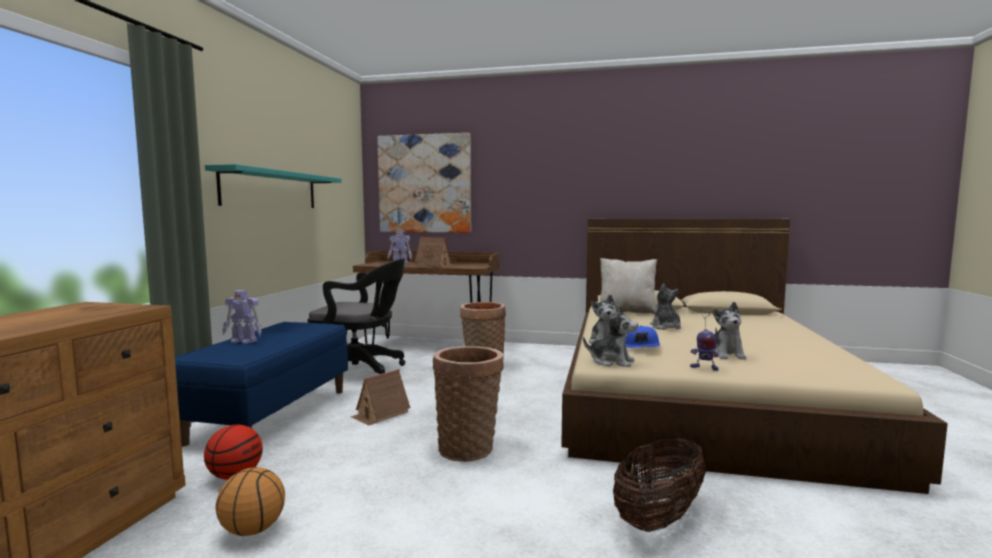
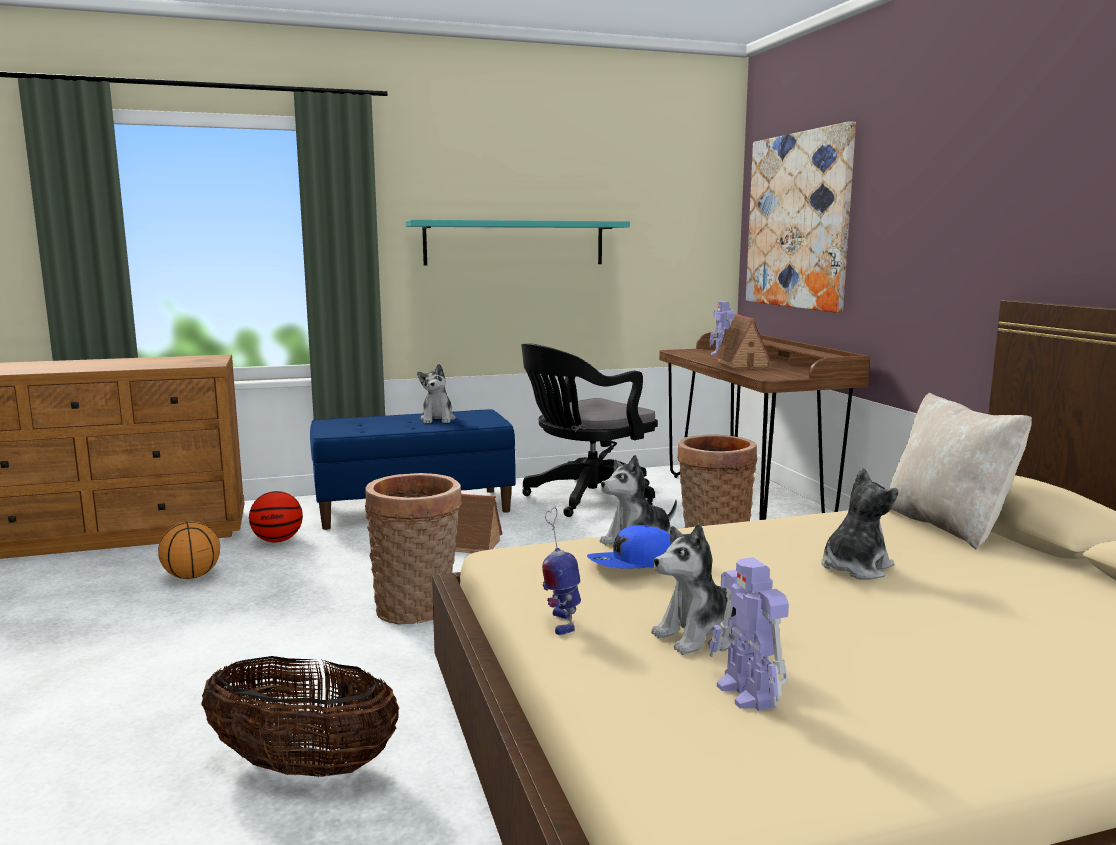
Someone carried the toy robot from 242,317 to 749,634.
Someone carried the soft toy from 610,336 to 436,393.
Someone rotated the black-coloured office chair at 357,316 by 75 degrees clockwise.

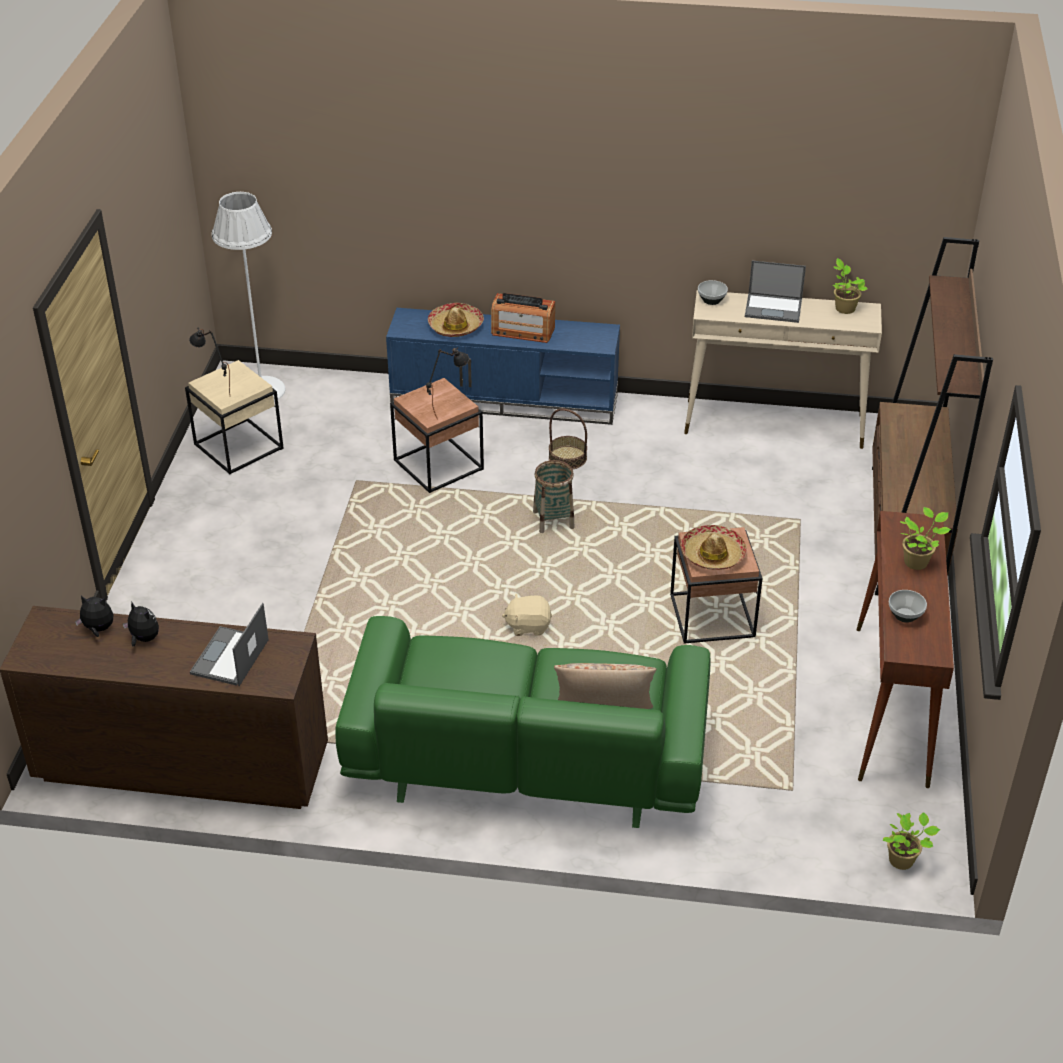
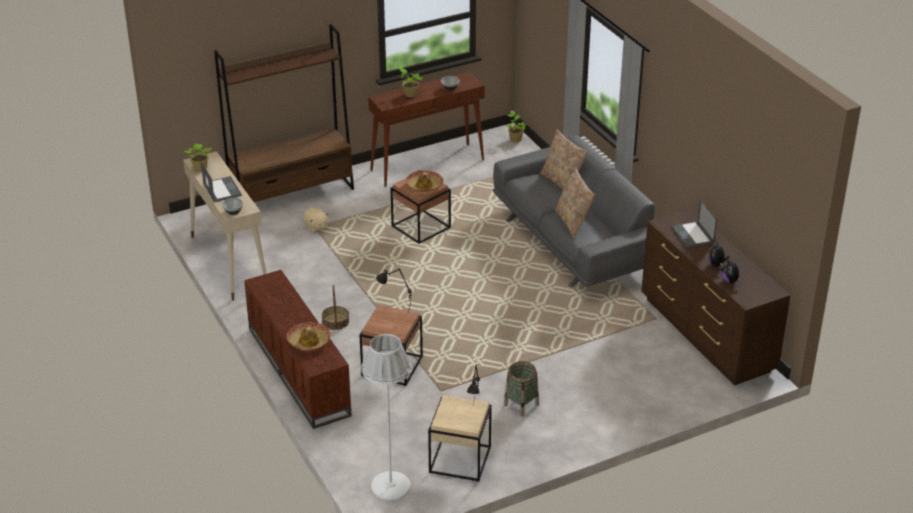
Someone took away the radio receiver at 523,318.
Someone put down the beige throw pillow at 575,202.
Someone carried the beige soft toy from 527,614 to 316,220.
Someone carried the basket from 553,496 to 521,388.
Someone repainted the green-coloured settee at 522,722, which became the grey settee at 574,211.
Someone repainted the blue media console at 503,366, which became the brown media console at 298,349.
Someone rotated the notebook computer at 229,644 by 90 degrees clockwise.

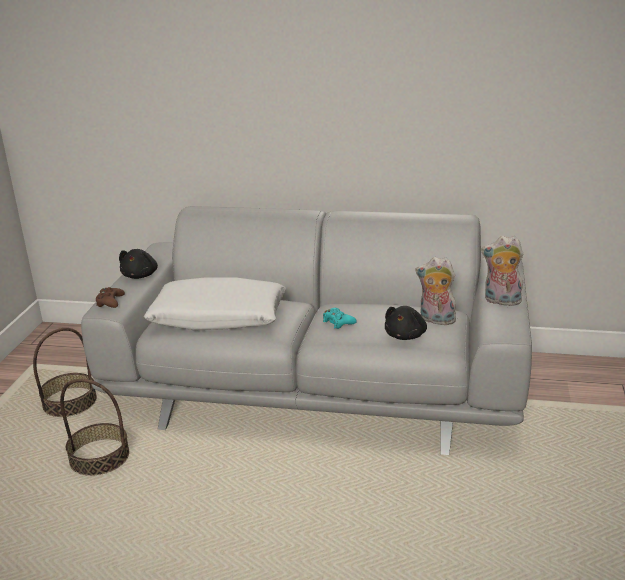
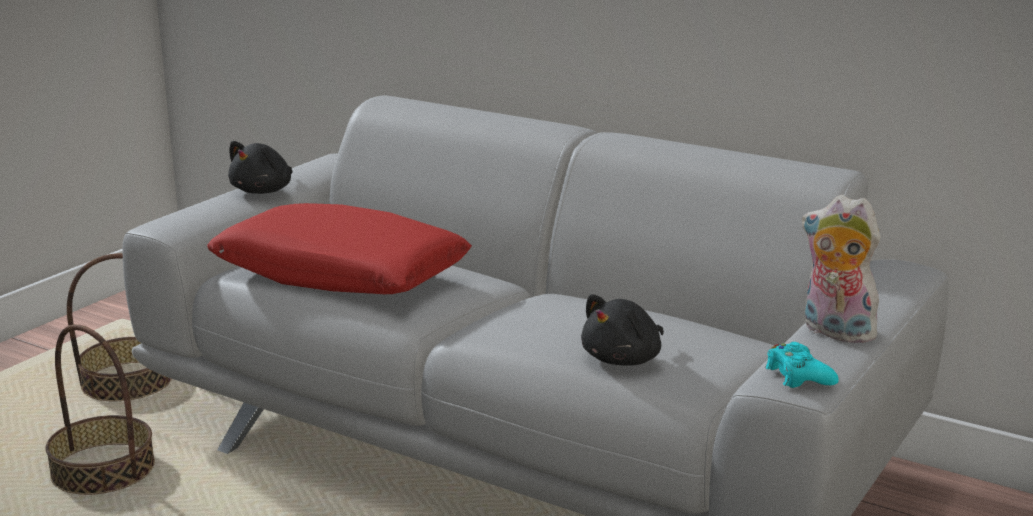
Someone took away the brown game controller at 110,297.
Someone took away the soft toy at 435,291.
Someone carried the turquoise game controller from 340,318 to 802,365.
Someone repainted the whitish throw pillow at 215,304, which became the red throw pillow at 339,248.

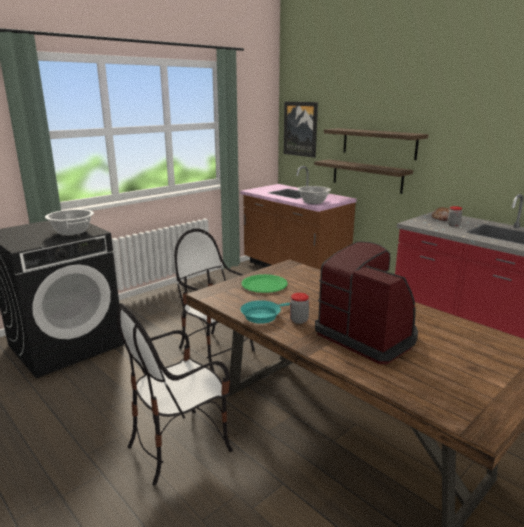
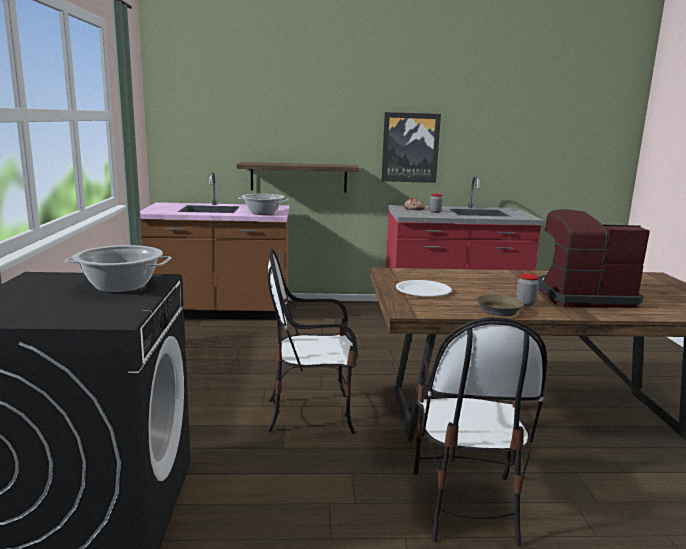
Someone took away the bracket shelf at 376,144.
Someone carried the wall art from 301,130 to 411,147.
Someone repainted the turquoise frying pan at 265,312, which became the brown frying pan at 500,303.
Someone repainted the green-coloured plate at 264,283, which became the whitish plate at 424,288.

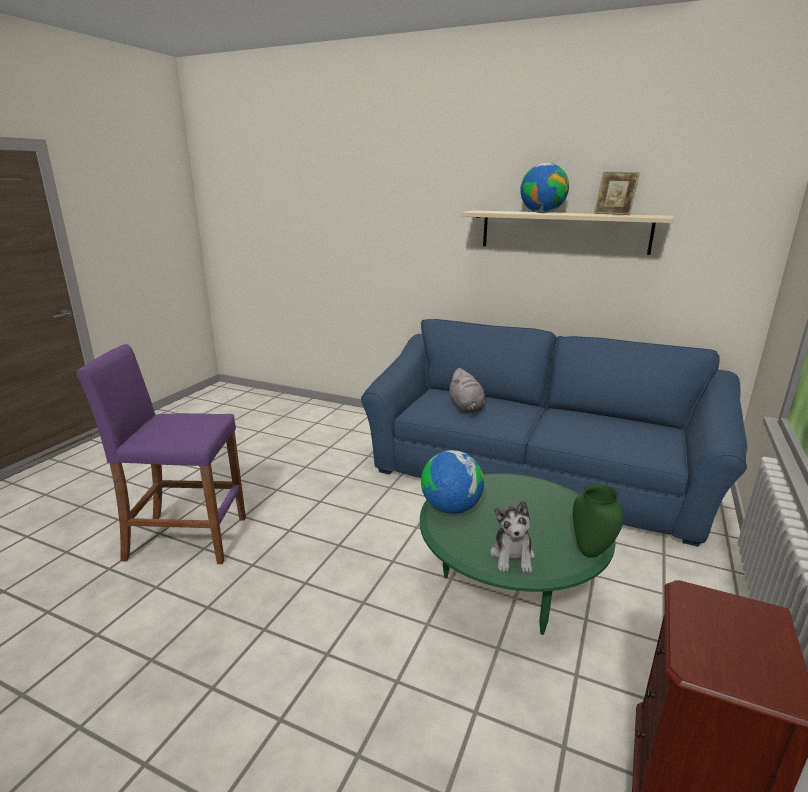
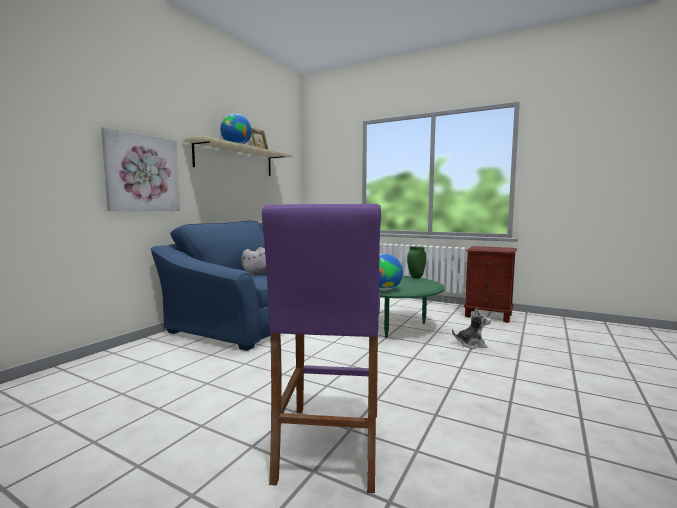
Someone put up the wall art at 140,169.
Someone carried the soft toy from 512,536 to 471,328.

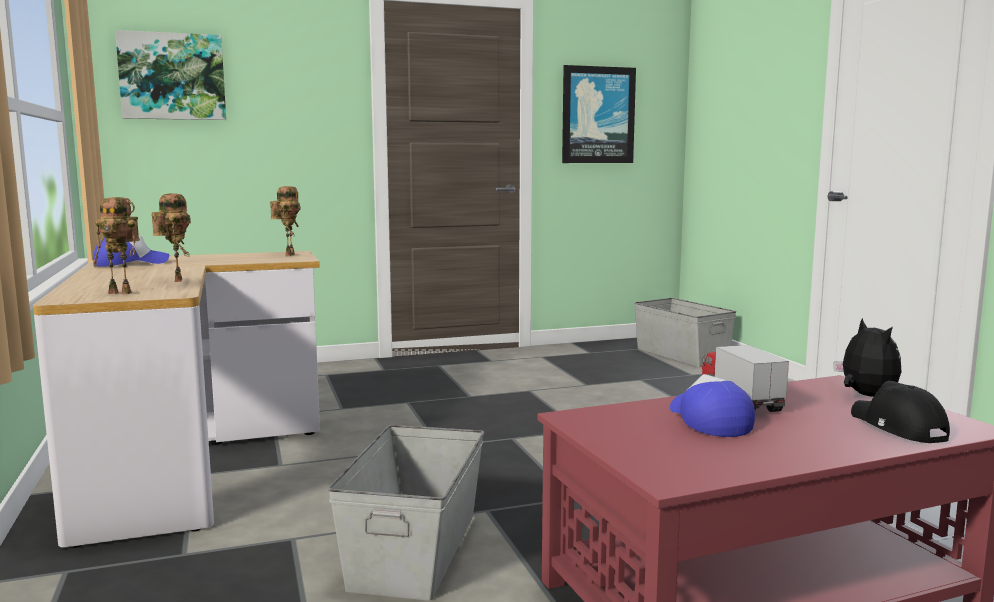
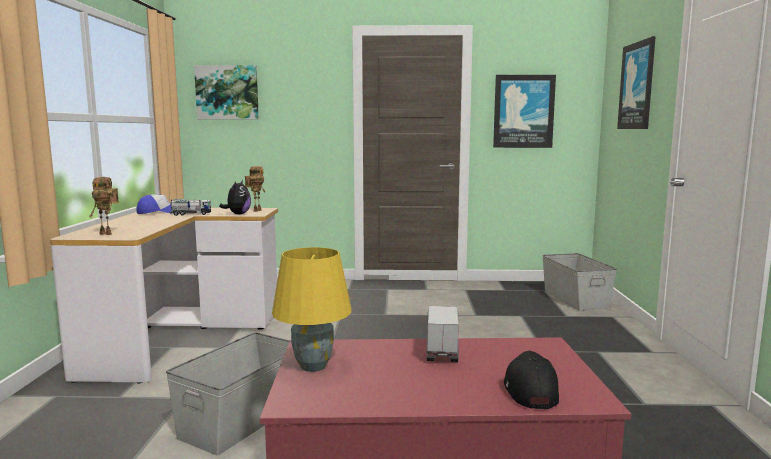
Someone took away the toy robot at 171,237.
Someone took away the cap at 712,405.
Someone put down the toy truck at 190,207.
Someone put down the yellowish lamp for a table at 312,309.
Someone put up the wall art at 636,82.
Someone carried the soft toy from 868,357 to 235,197.

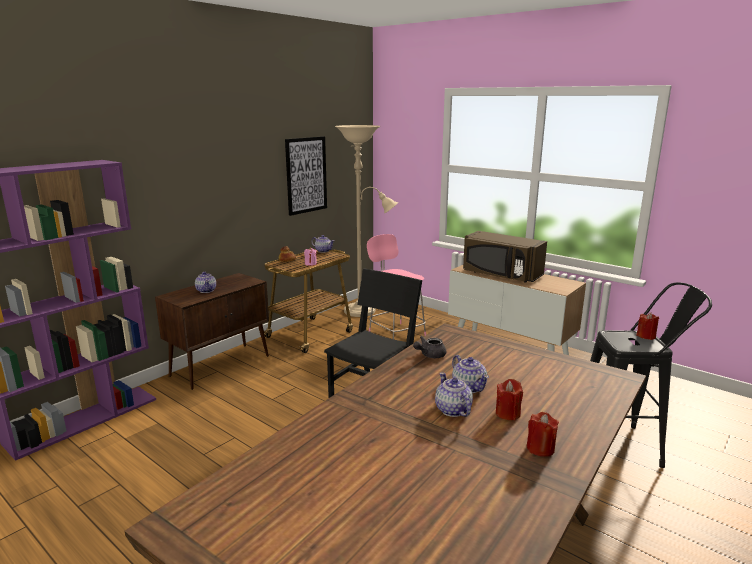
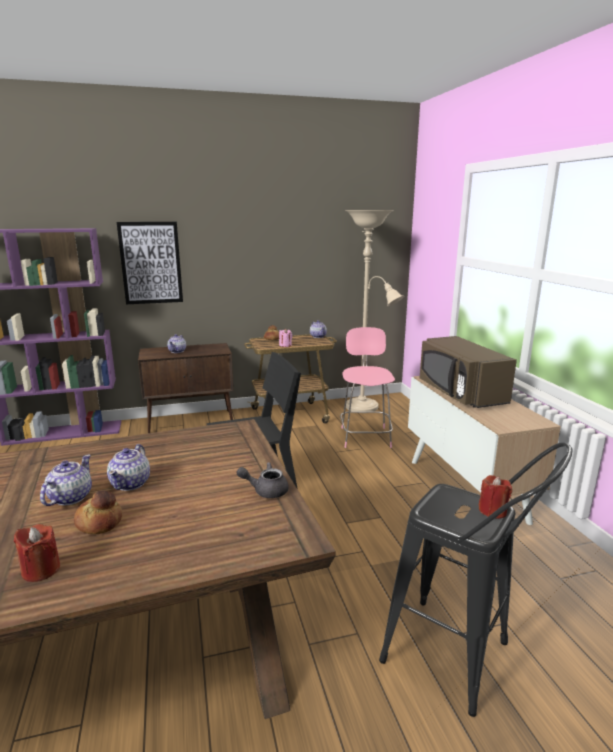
Someone carried the wall art from 306,176 to 150,263.
Someone carried the grey teapot from 429,347 to 263,480.
Someone swapped the red wax candle at 509,399 for the bakery bread at 98,512.

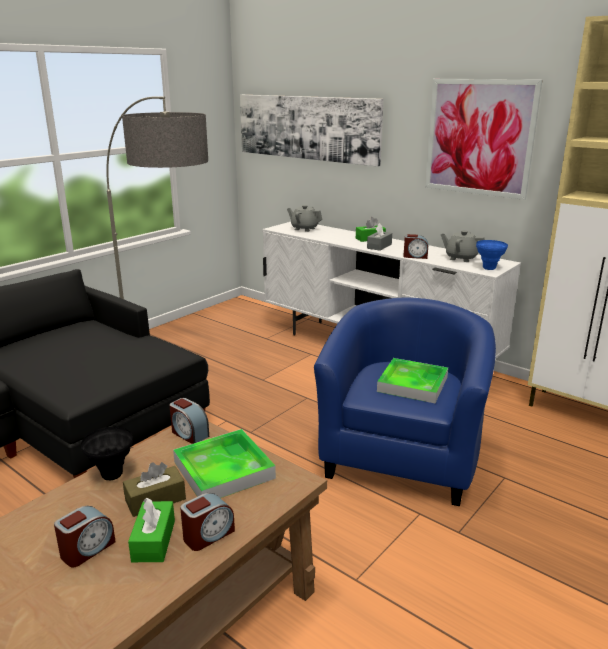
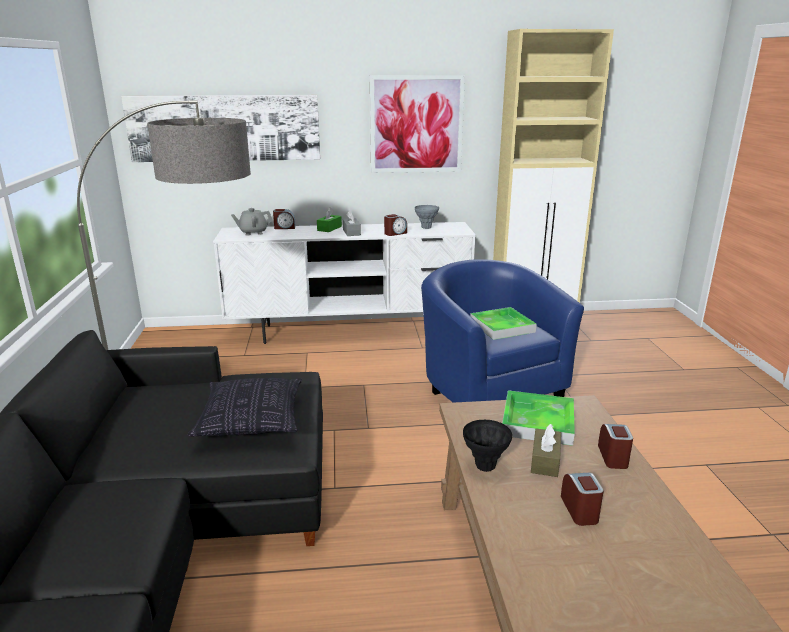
Someone took away the green-coloured tissue holder at 151,530.
Someone took away the blue vase at 492,255.
Someone put down the throw pillow at 245,407.
Someone carried the bedside clock from 189,421 to 284,219.
Someone swapped the grey teapot at 463,246 for the grey vase at 427,217.

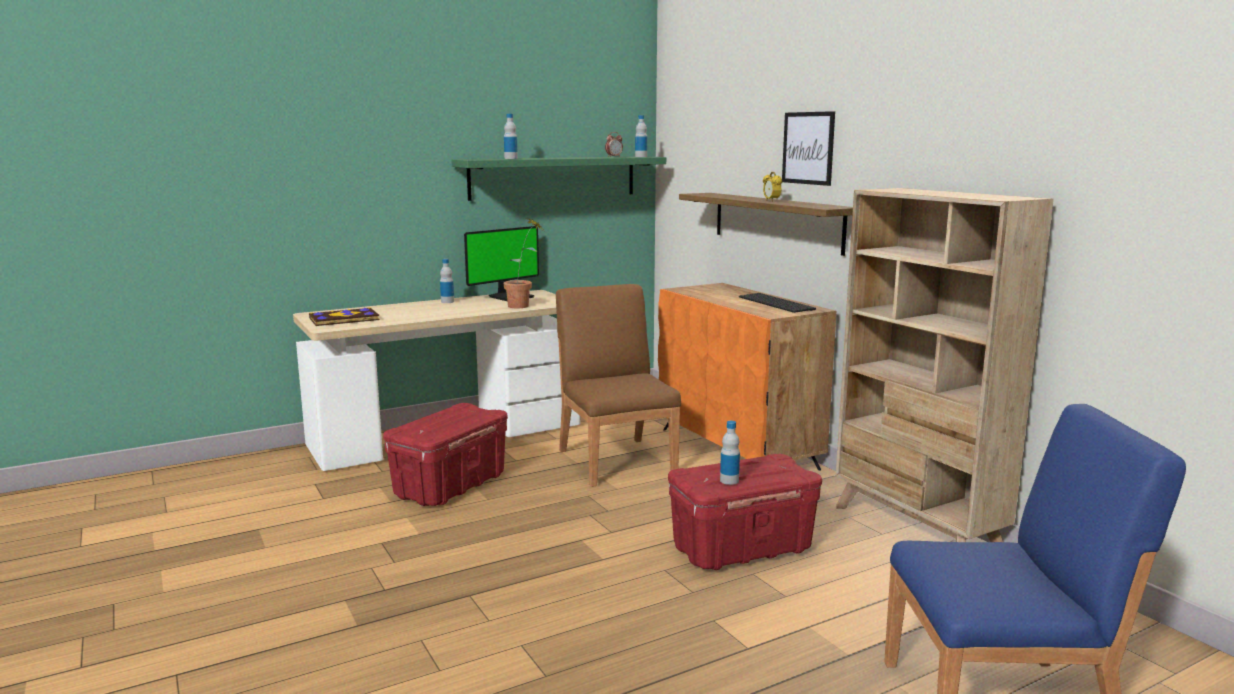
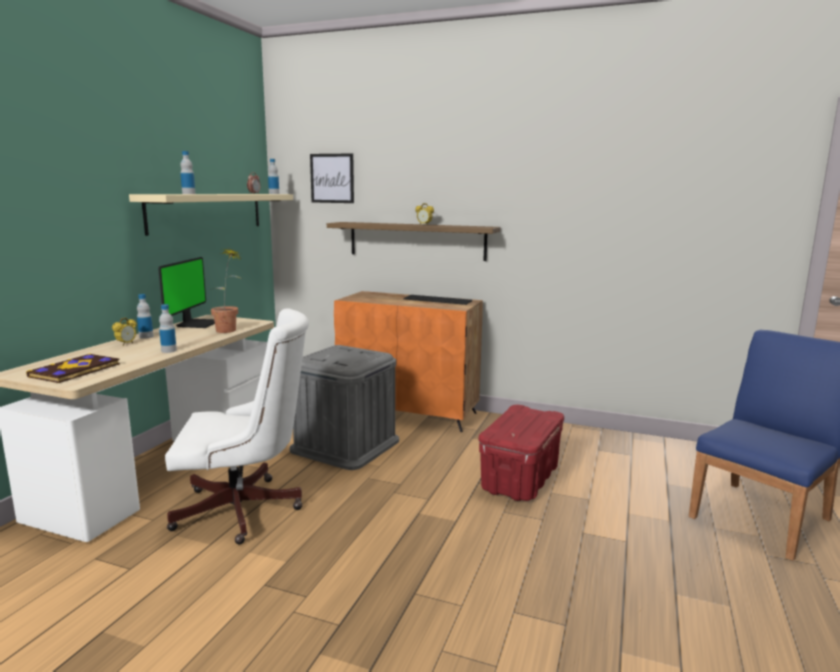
Someone took away the beige shelving unit at 944,365.
Someone put down the bedside clock at 124,331.
Someone carried the drink bottle from 730,453 to 168,328.
Someone carried the wall art from 808,148 to 332,178.
Someone swapped the red storage bin at 445,454 for the whitish office chair at 237,426.
Someone swapped the brown upright chair at 618,385 for the grey storage bin at 344,407.
Someone repainted the green-coloured bracket shelf at 559,178, which became the beige bracket shelf at 211,215.

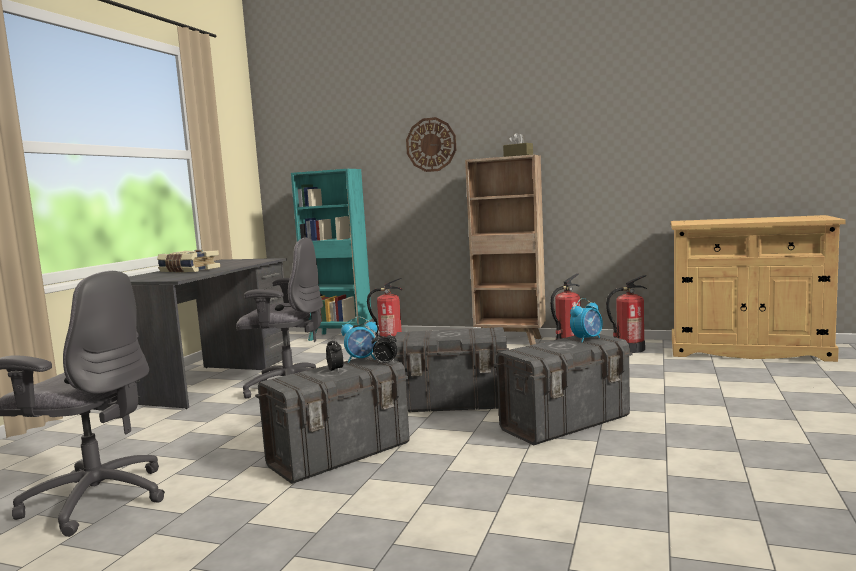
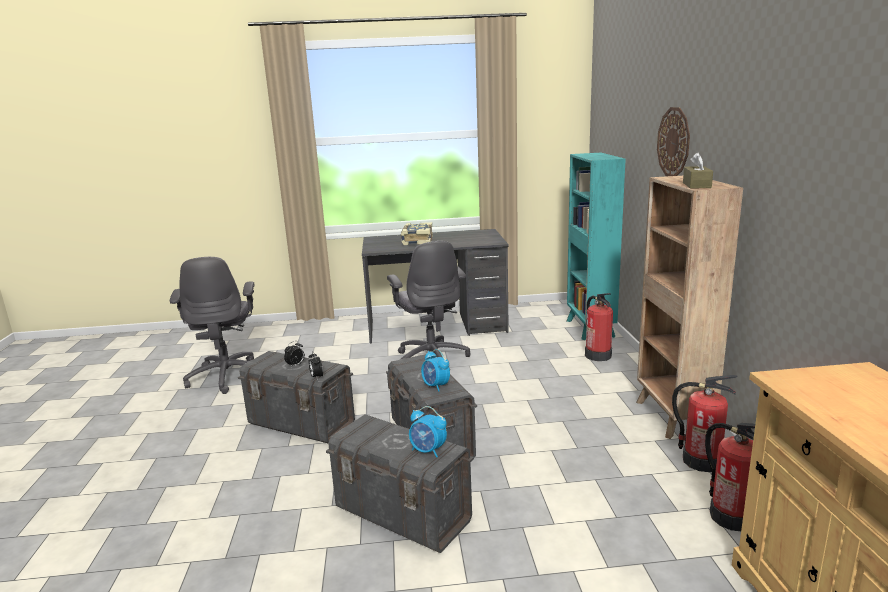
Someone carried the bedside clock from 359,340 to 435,370.

